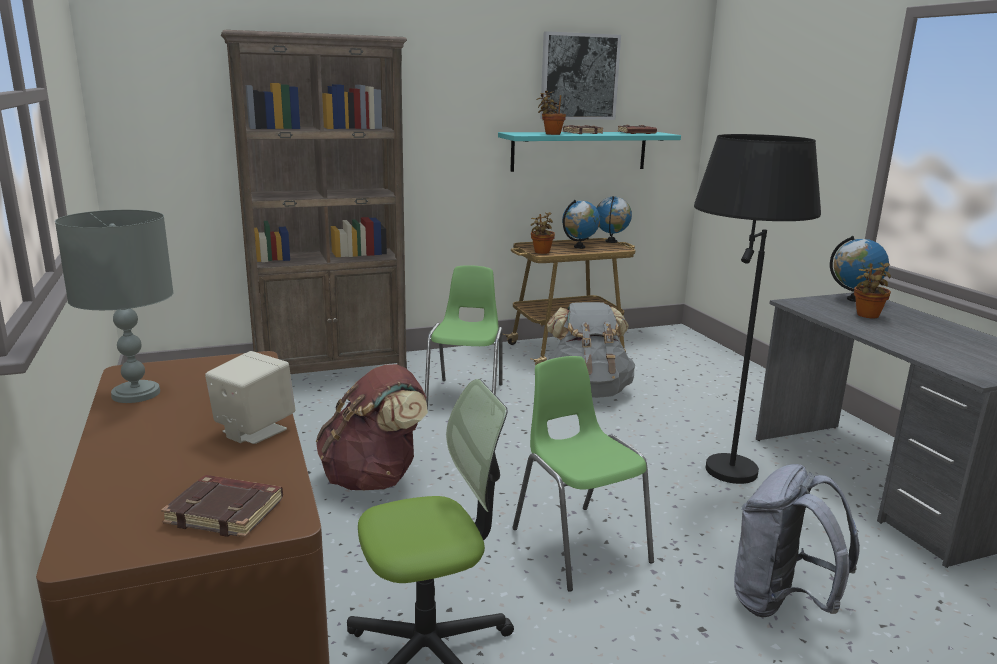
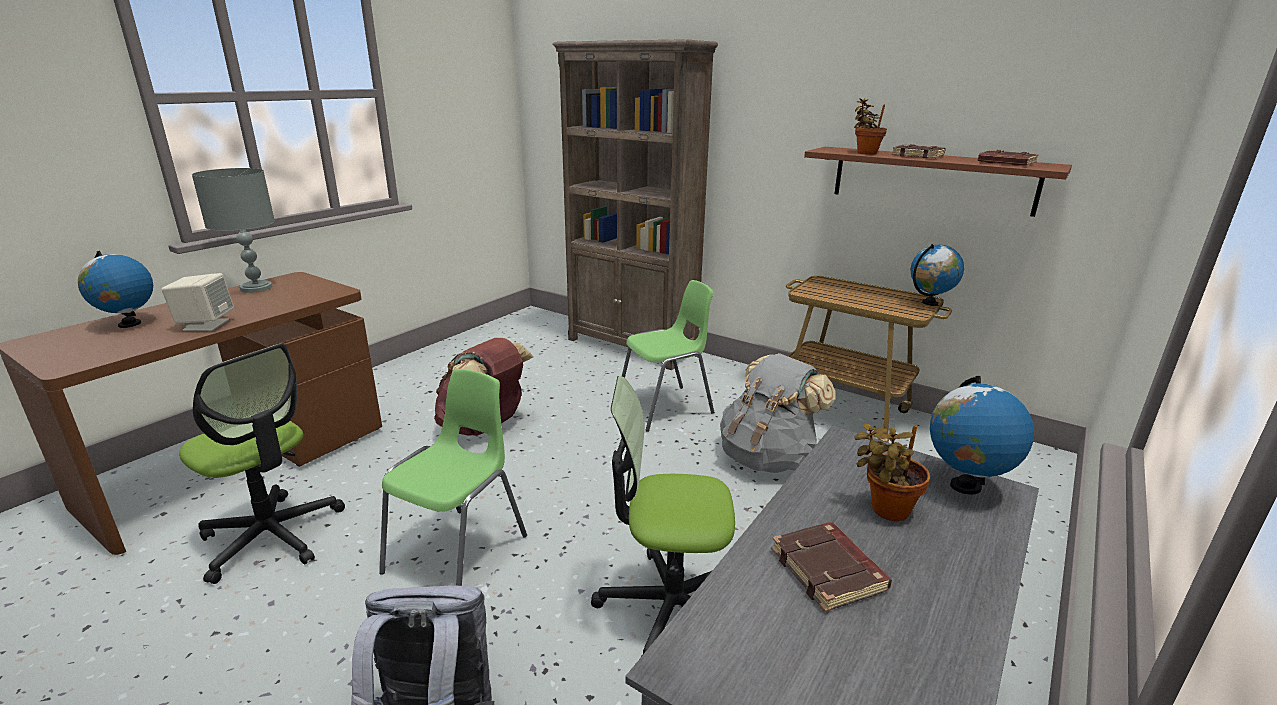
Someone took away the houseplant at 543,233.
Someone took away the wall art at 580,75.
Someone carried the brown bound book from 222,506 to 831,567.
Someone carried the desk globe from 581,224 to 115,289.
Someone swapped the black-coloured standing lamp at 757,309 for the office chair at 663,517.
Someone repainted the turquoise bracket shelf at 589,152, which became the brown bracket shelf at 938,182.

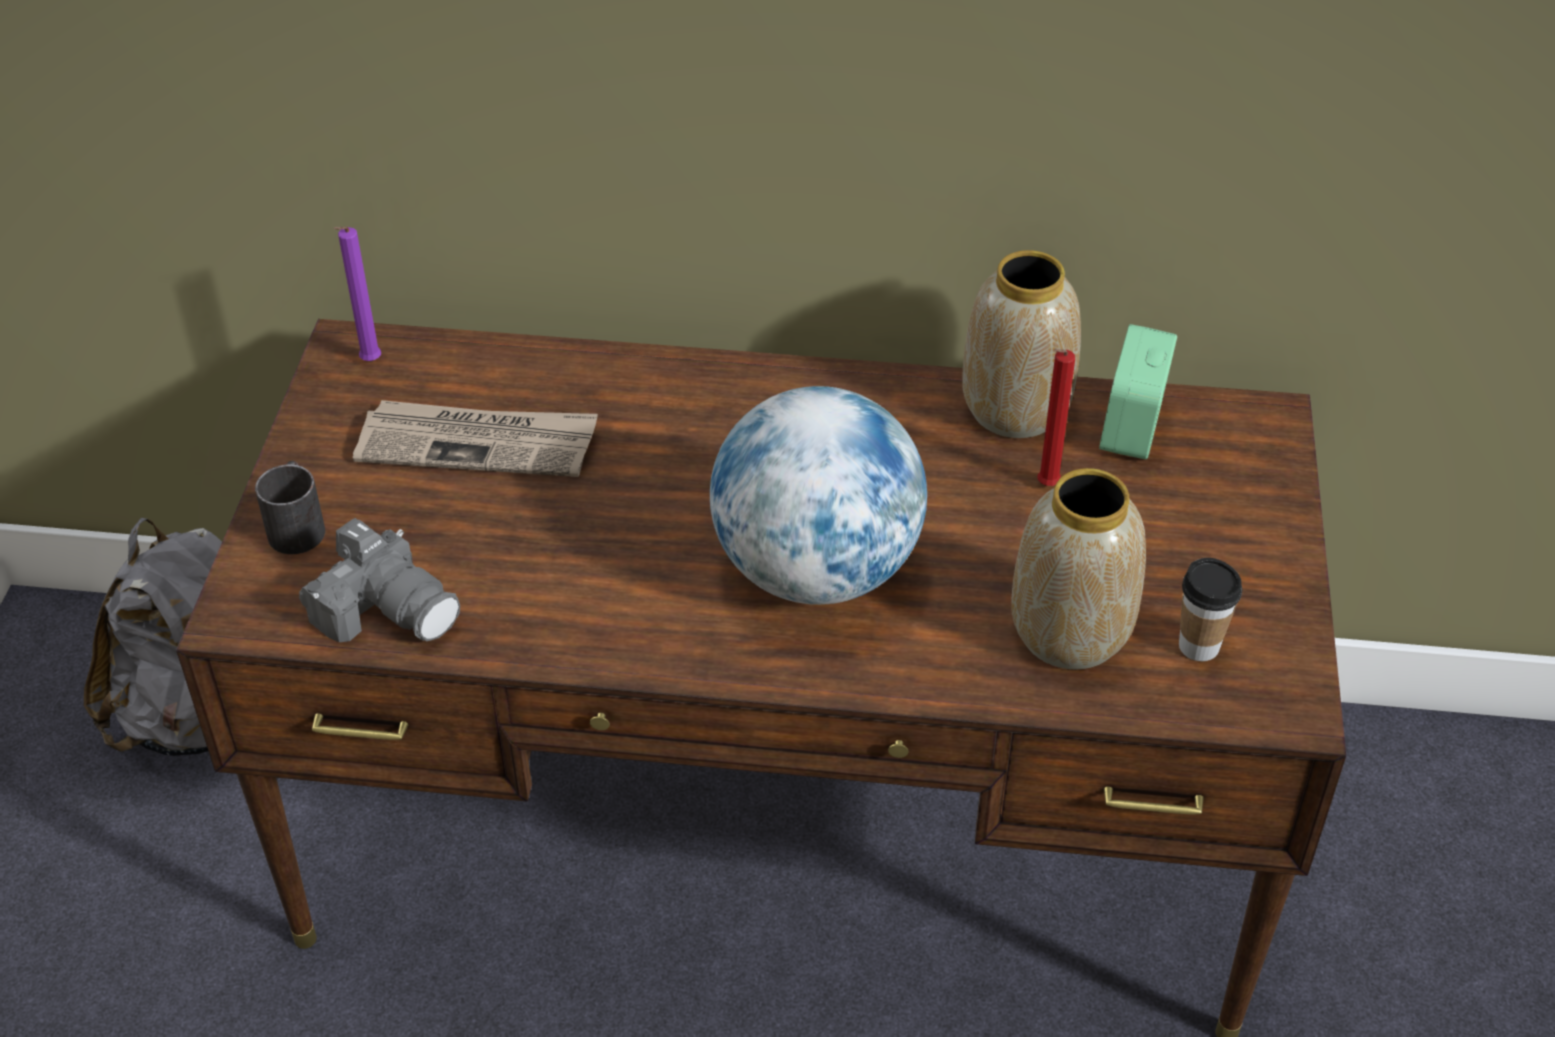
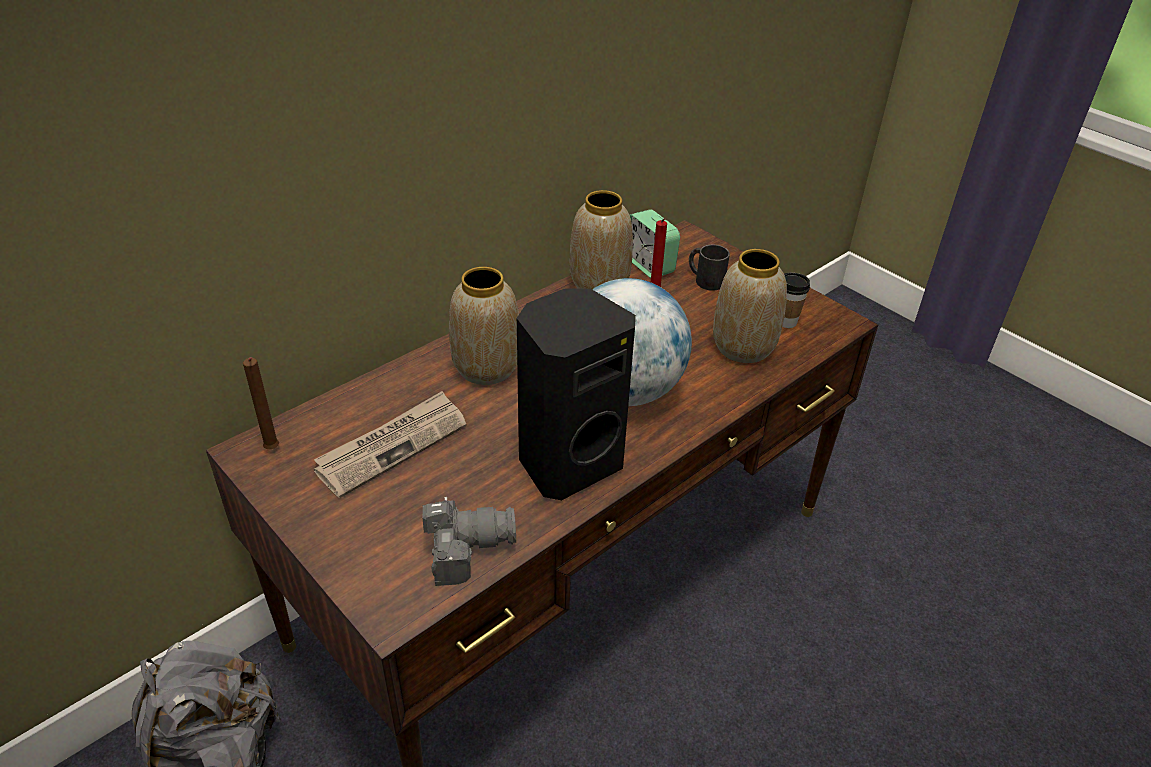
Someone put down the vase at 484,326.
Someone put down the black-coloured speaker at 576,394.
Someone carried the black-coloured mug from 290,507 to 709,268.
Someone repainted the purplish wax candle at 357,294, which became the brown wax candle at 261,403.

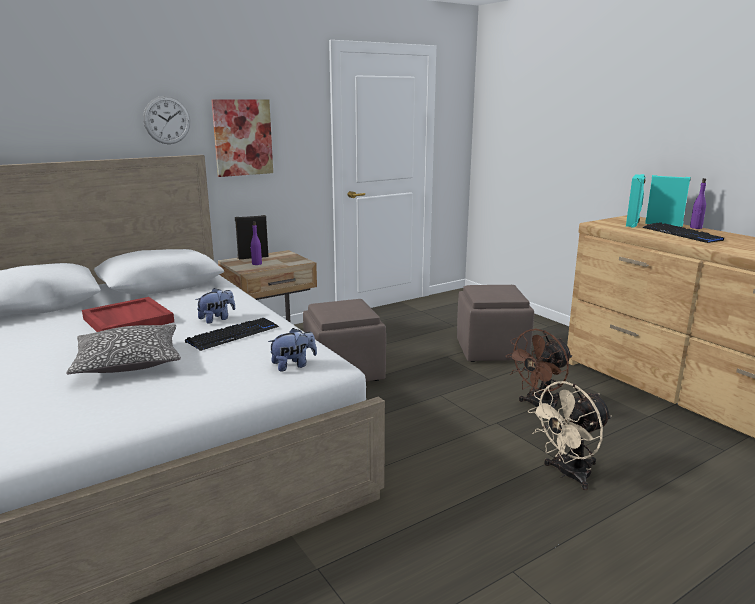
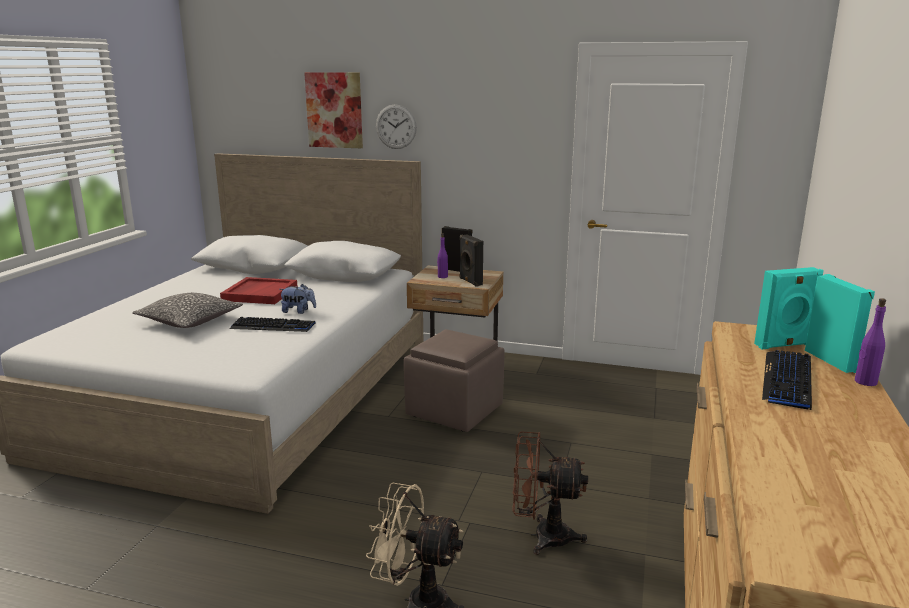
Someone took away the soft toy at 292,350.
Someone took away the brown ottoman at 495,323.
Someone put down the black-coloured speaker at 471,260.
Someone carried the wall art from 242,138 to 333,110.

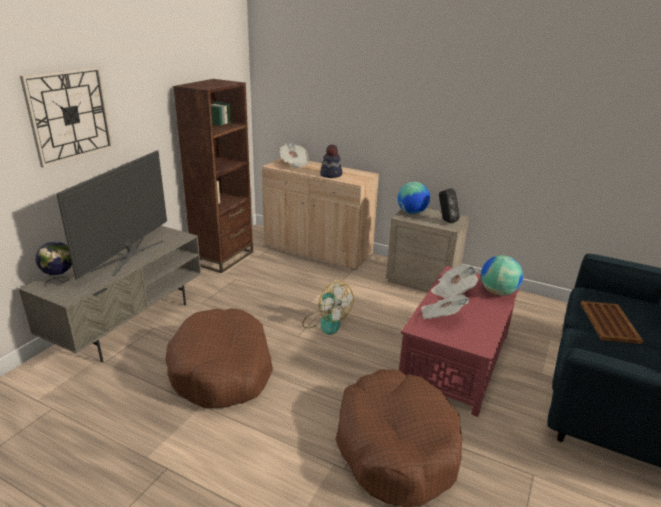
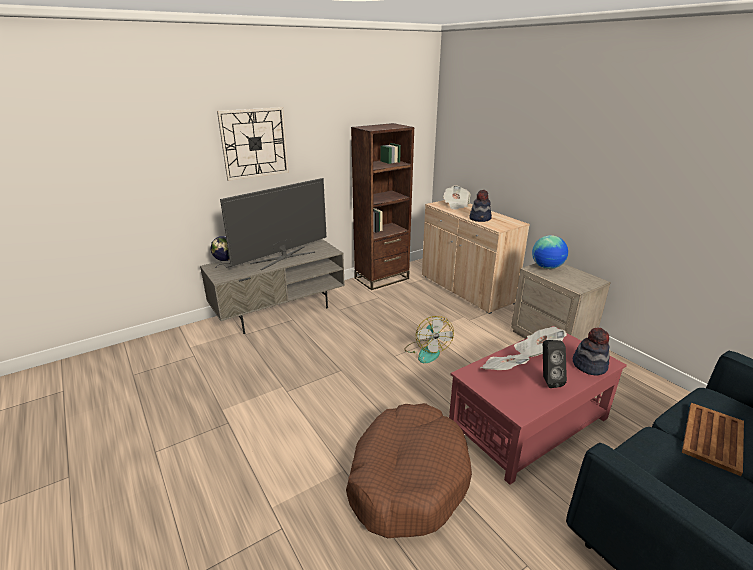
Someone took away the brown pet bed at 219,358.
Someone carried the black-coloured speaker from 449,205 to 555,364.
Someone swapped the desk globe at 502,275 for the wearable hat at 591,351.

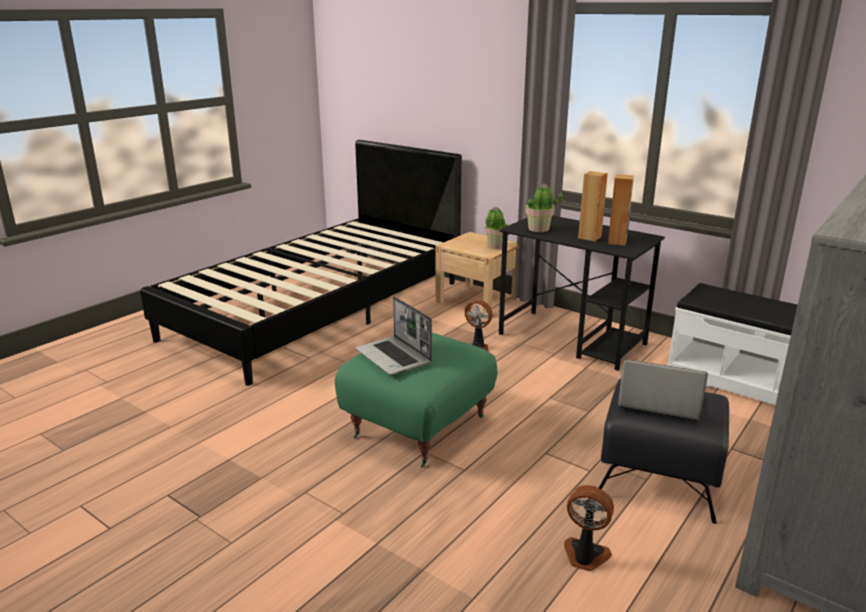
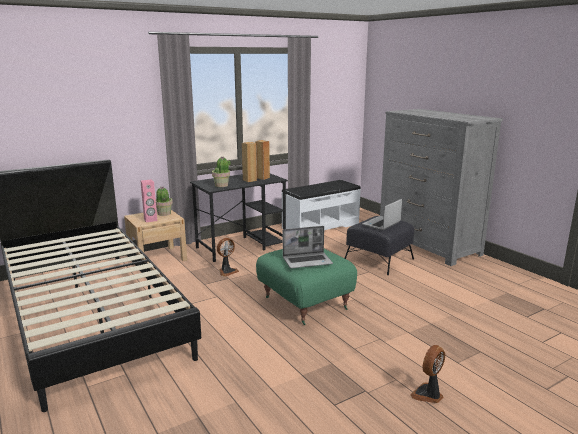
Someone put down the pinkish speaker at 148,201.
Someone carried the electric fan from 589,528 to 427,374.

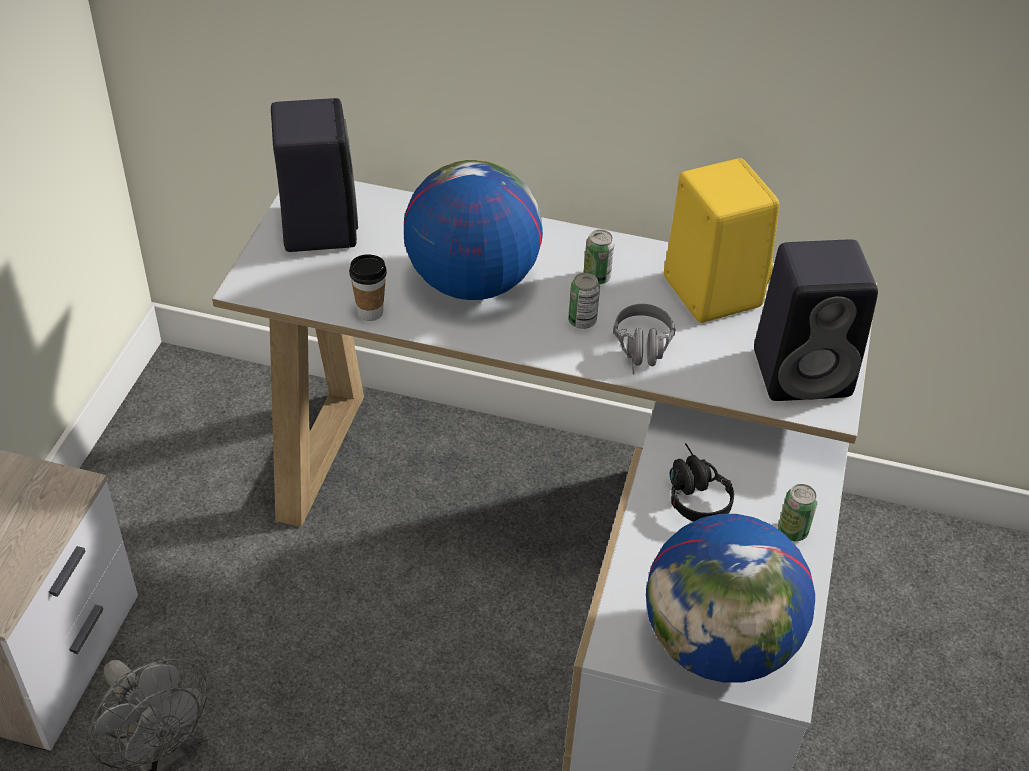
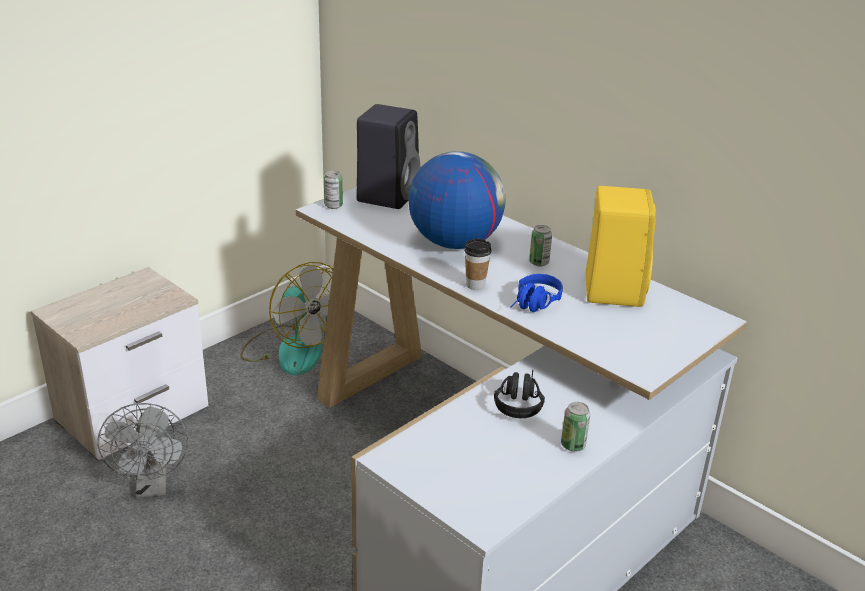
Someone took away the desk globe at 730,598.
Someone took away the black-coloured speaker at 816,320.
Someone put down the electric fan at 286,318.
Someone carried the small cup from 368,288 to 477,264.
Someone carried the sealed can from 584,301 to 333,190.
Someone repainted the grey headphones at 644,339, which became the blue headphones at 536,293.

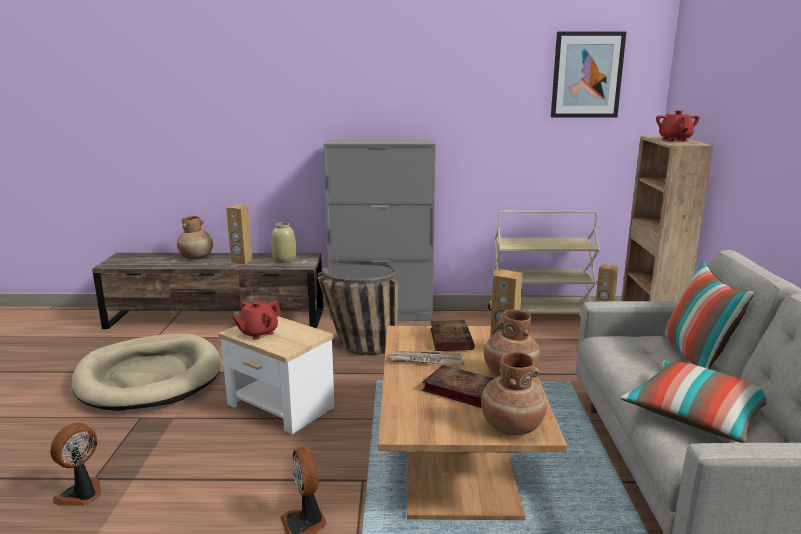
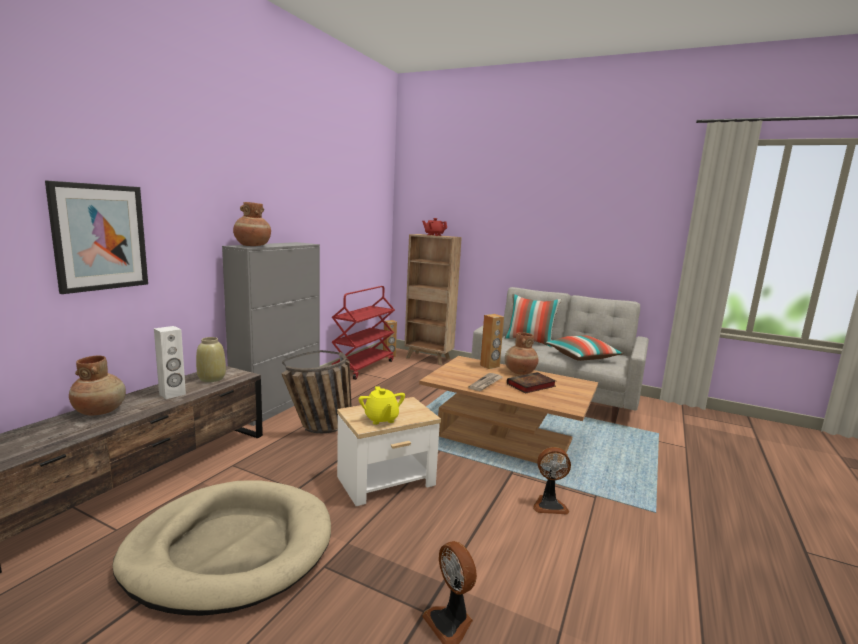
Someone took away the bound book at 452,335.
Someone carried the brown vase from 514,393 to 252,224.
Someone carried the wall art from 589,74 to 96,237.
Someone repainted the brown speaker at 239,234, which became the whitish speaker at 170,362.
Someone repainted the red teapot at 256,320, which became the yellowish teapot at 382,405.
Someone repainted the beige trolley at 544,263, which became the red trolley at 363,333.

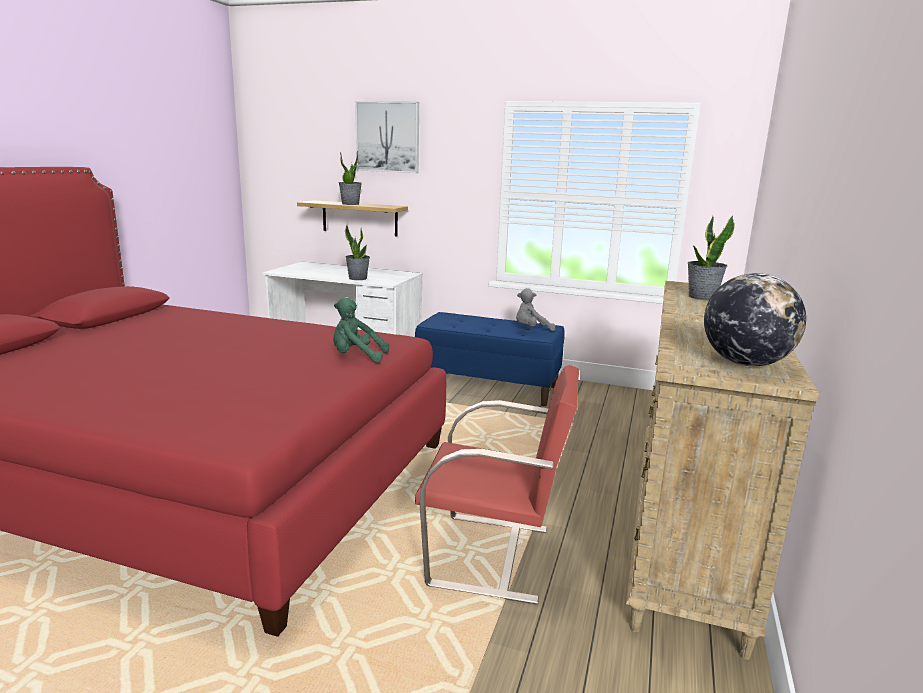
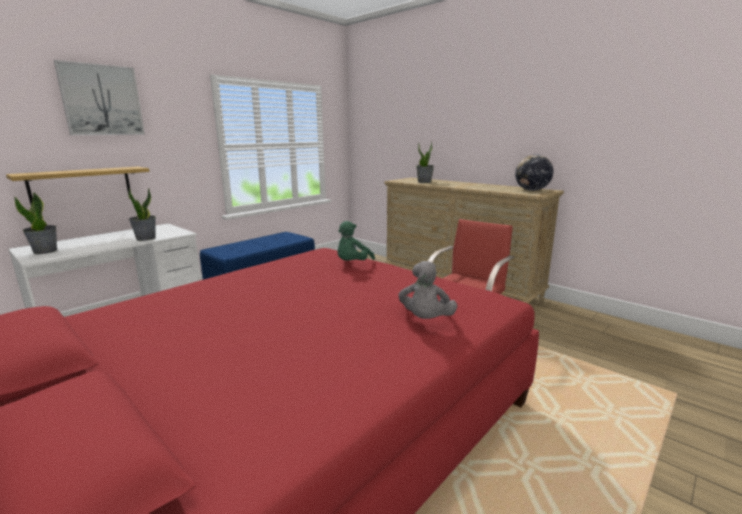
Someone carried the houseplant from 350,178 to 35,223.
Someone carried the grey soft toy from 535,309 to 427,290.

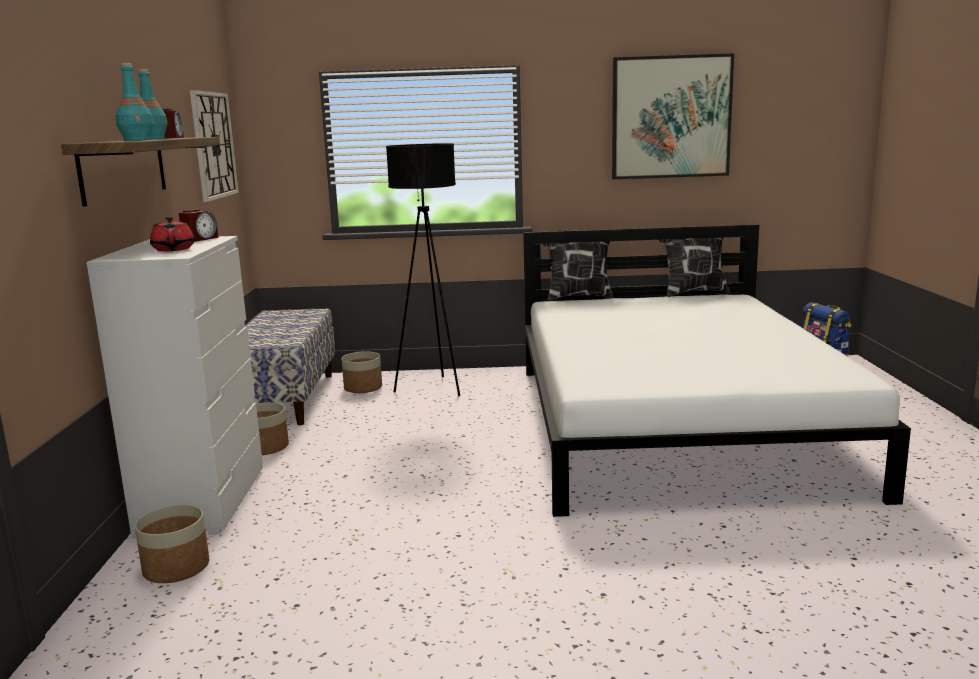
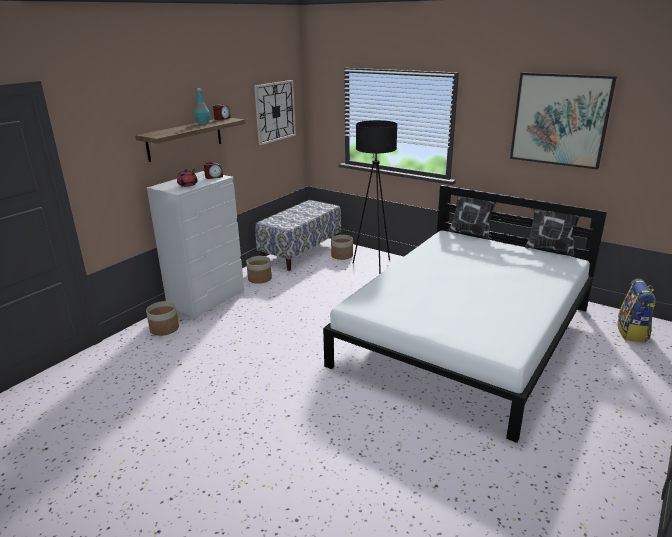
Someone took away the turquoise drink bottle at 134,102.

